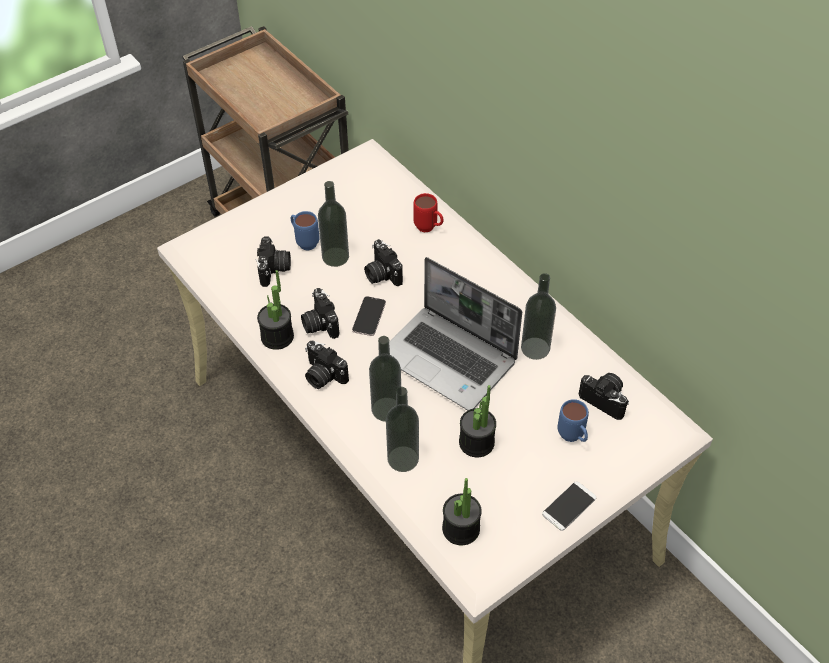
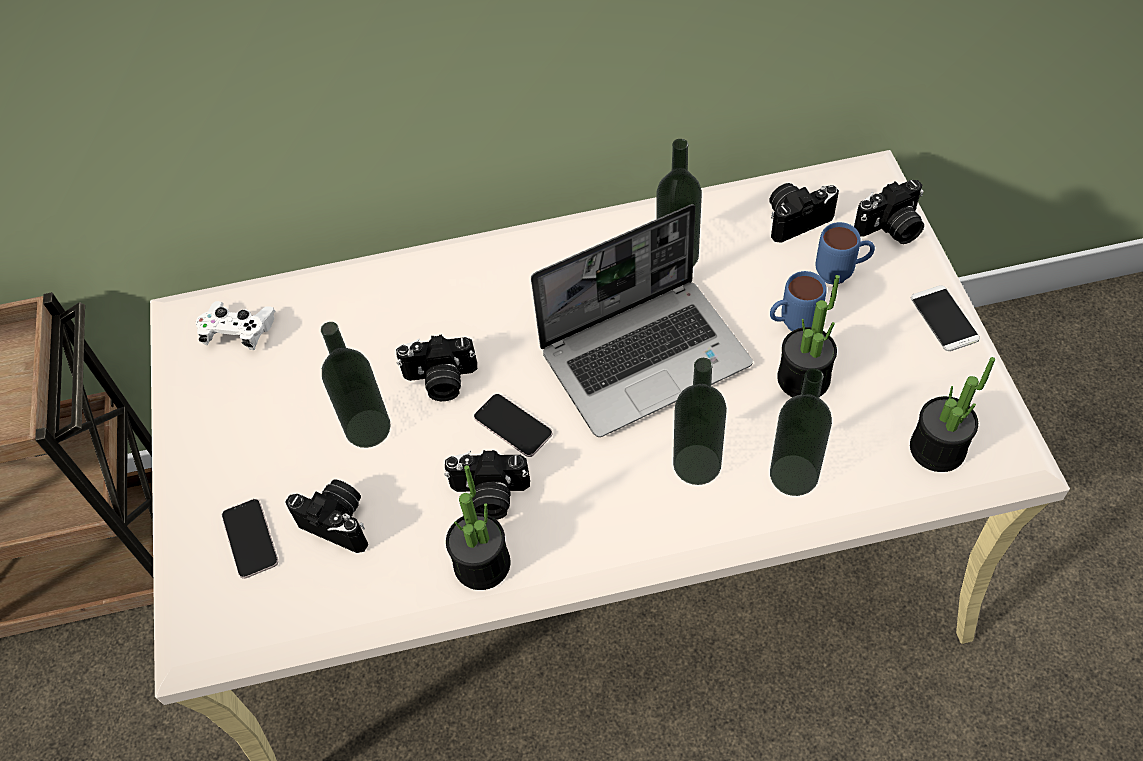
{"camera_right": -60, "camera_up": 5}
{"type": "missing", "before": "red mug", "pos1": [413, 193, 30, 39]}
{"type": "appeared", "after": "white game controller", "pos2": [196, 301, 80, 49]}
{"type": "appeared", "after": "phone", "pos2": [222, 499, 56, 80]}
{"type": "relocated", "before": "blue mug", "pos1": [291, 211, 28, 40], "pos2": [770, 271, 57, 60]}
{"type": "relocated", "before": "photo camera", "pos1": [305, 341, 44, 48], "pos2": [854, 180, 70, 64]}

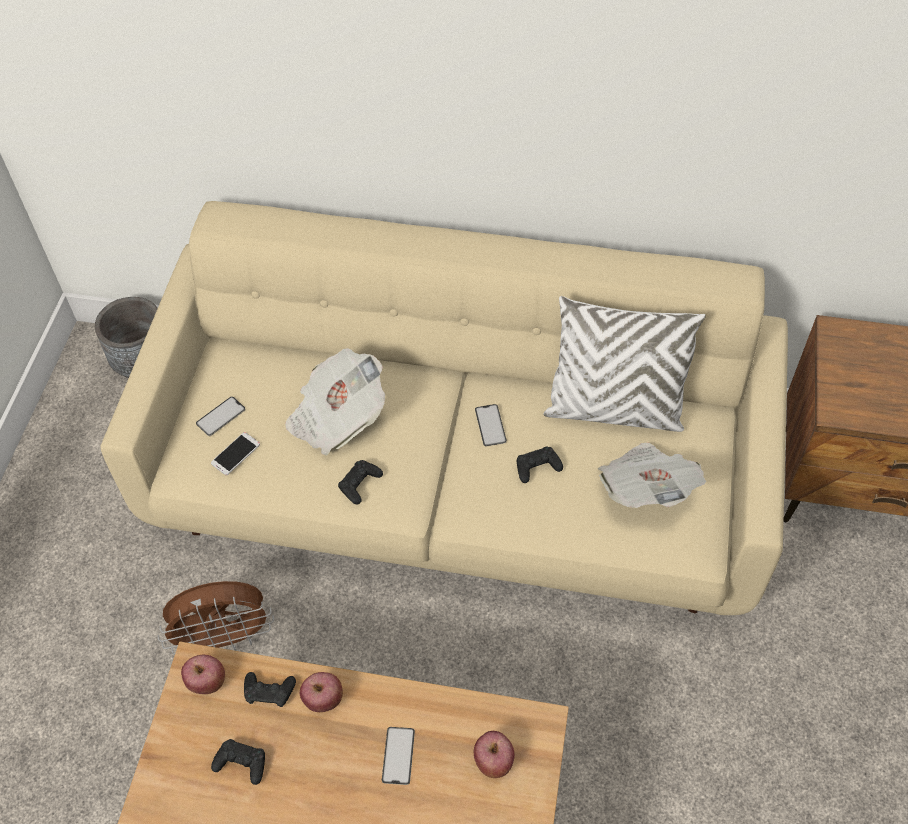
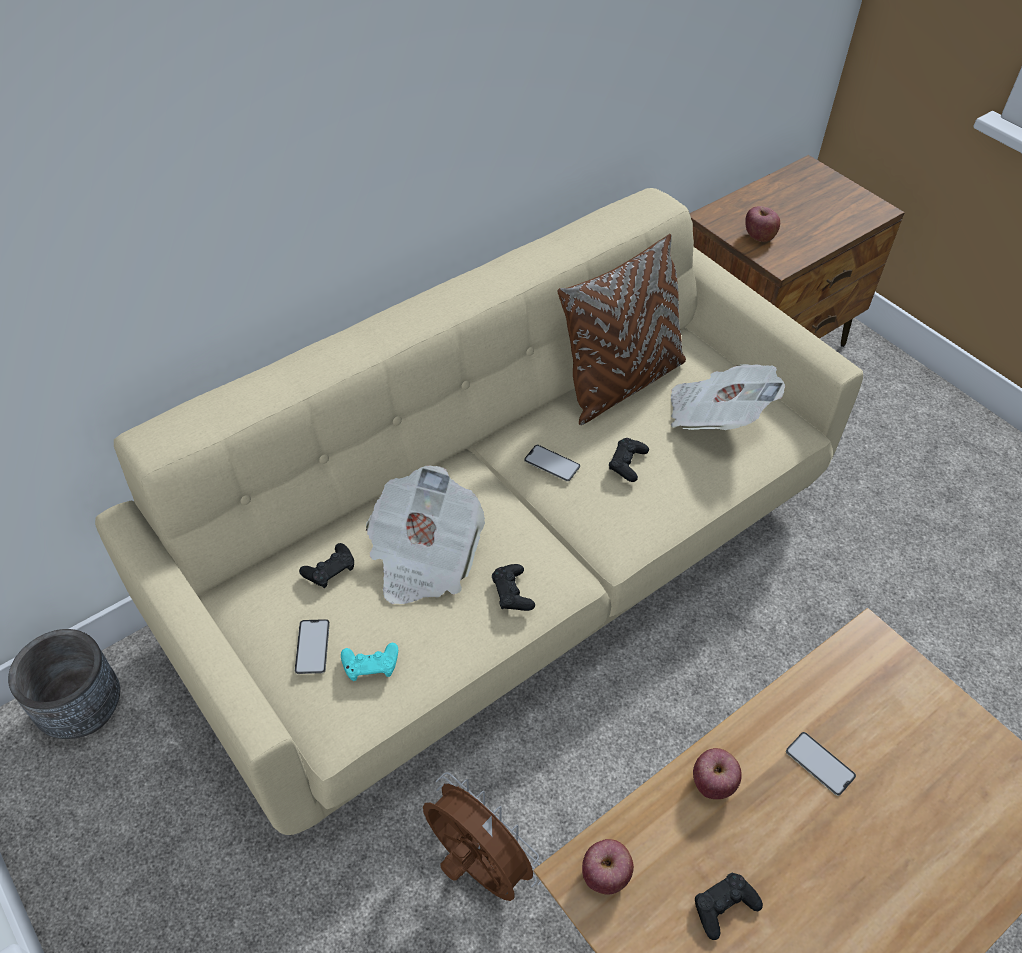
{"camera_right": -50, "camera_up": -5}
{"type": "relocated", "before": "black game controller", "pos1": [244, 672, 52, 35], "pos2": [299, 543, 55, 45]}
{"type": "relocated", "before": "apple", "pos1": [474, 731, 41, 47], "pos2": [745, 206, 35, 36]}
{"type": "exchanged", "before": "phone", "after": "turquoise game controller", "pos1": [211, 432, 49, 43], "pos2": [341, 643, 57, 38]}
{"type": "colour", "before": "white pillow", "after": "brown pillow", "pos1": [543, 296, 163, 136], "pos2": [557, 234, 129, 191]}
{"type": "spun", "before": "brown fan", "pos1": [157, 581, 117, 74], "pos2": [423, 772, 118, 129], "turn": -75}

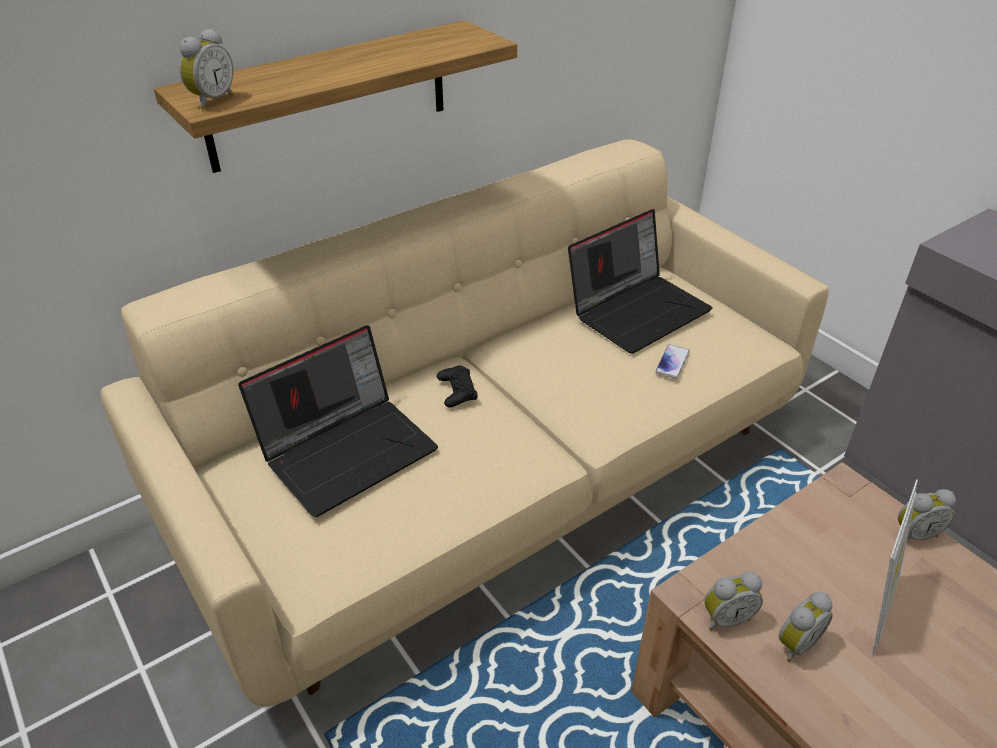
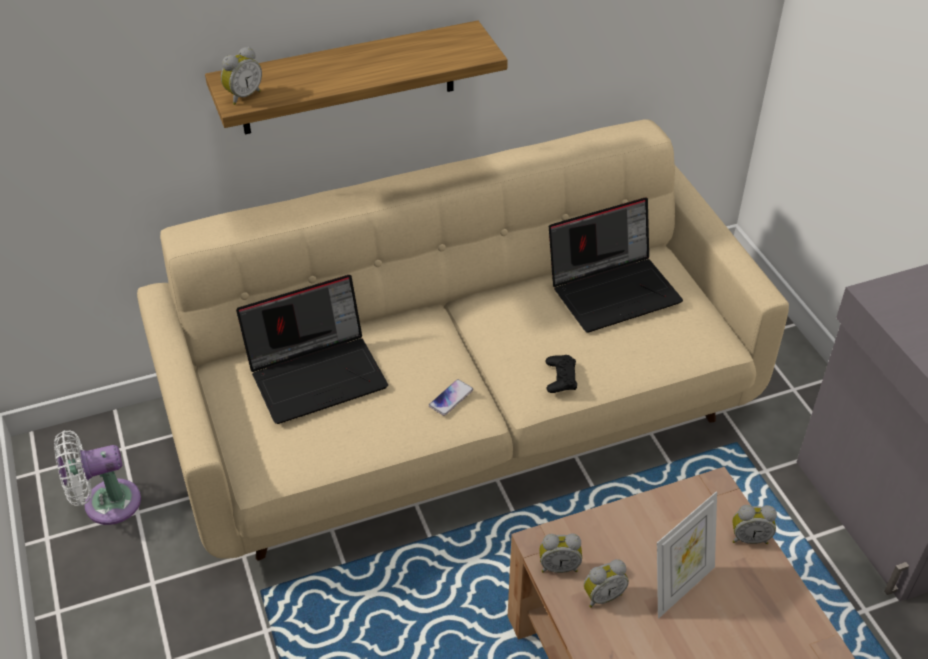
{"camera_right": 15, "camera_up": 5}
{"type": "appeared", "after": "white fan", "pos2": [54, 430, 87, 95]}
{"type": "relocated", "before": "black game controller", "pos1": [437, 365, 41, 42], "pos2": [545, 355, 32, 38]}
{"type": "relocated", "before": "phone", "pos1": [655, 344, 35, 35], "pos2": [429, 379, 44, 37]}

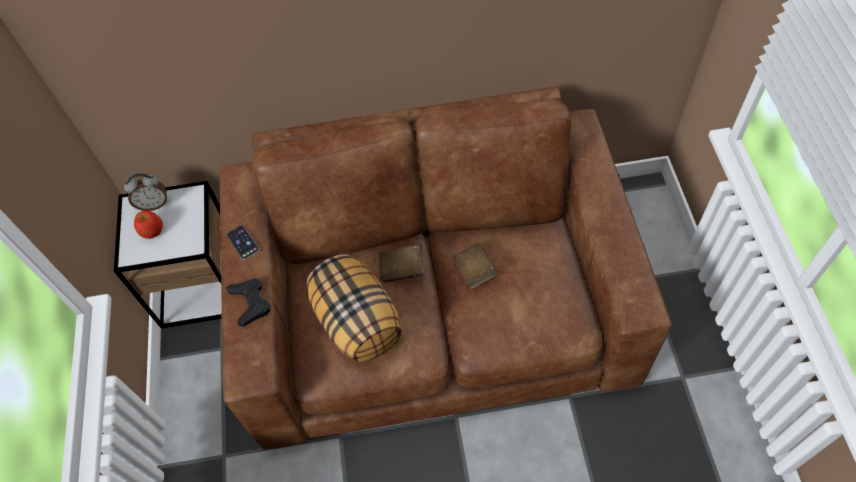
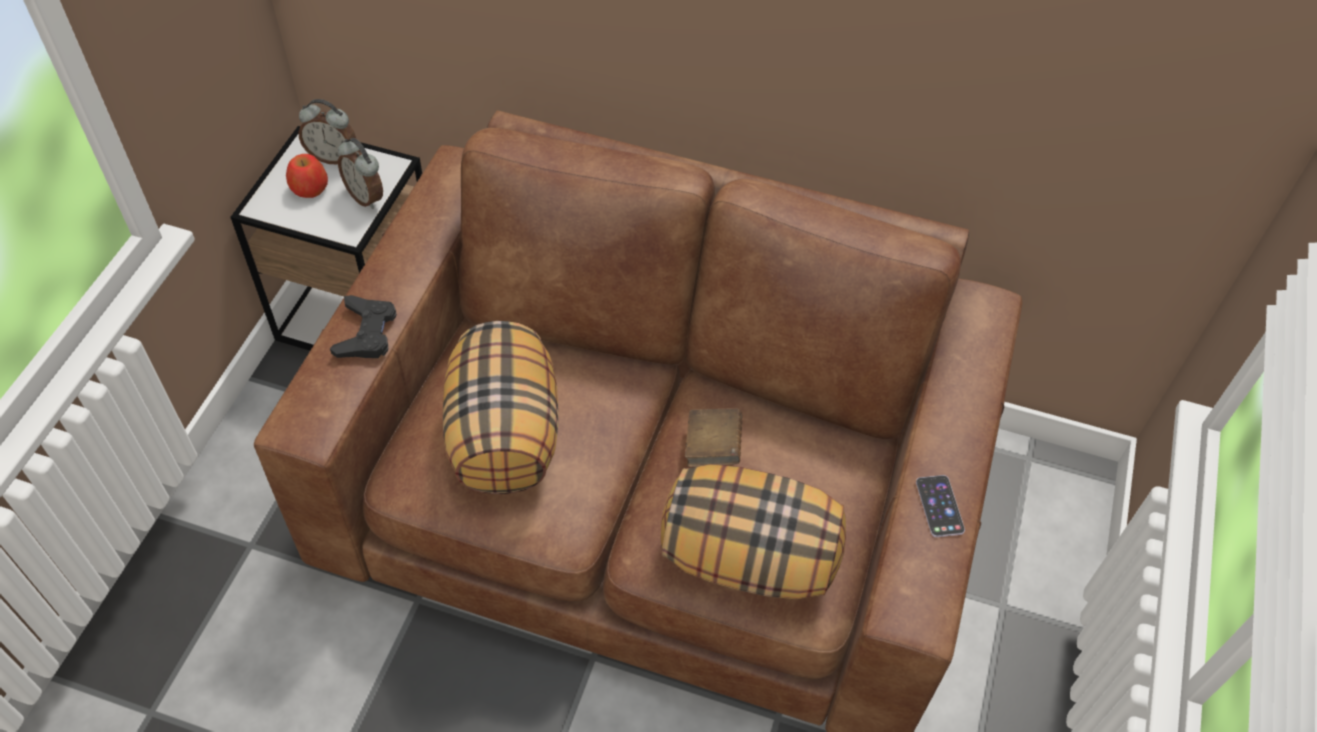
{"camera_right": 20, "camera_up": -5}
{"type": "missing", "before": "brown book", "pos1": [379, 244, 45, 39]}
{"type": "appeared", "after": "alarm clock", "pos2": [338, 138, 45, 71]}
{"type": "appeared", "after": "pillow", "pos2": [661, 464, 185, 135]}
{"type": "relocated", "before": "phone", "pos1": [227, 225, 33, 35], "pos2": [916, 475, 49, 62]}

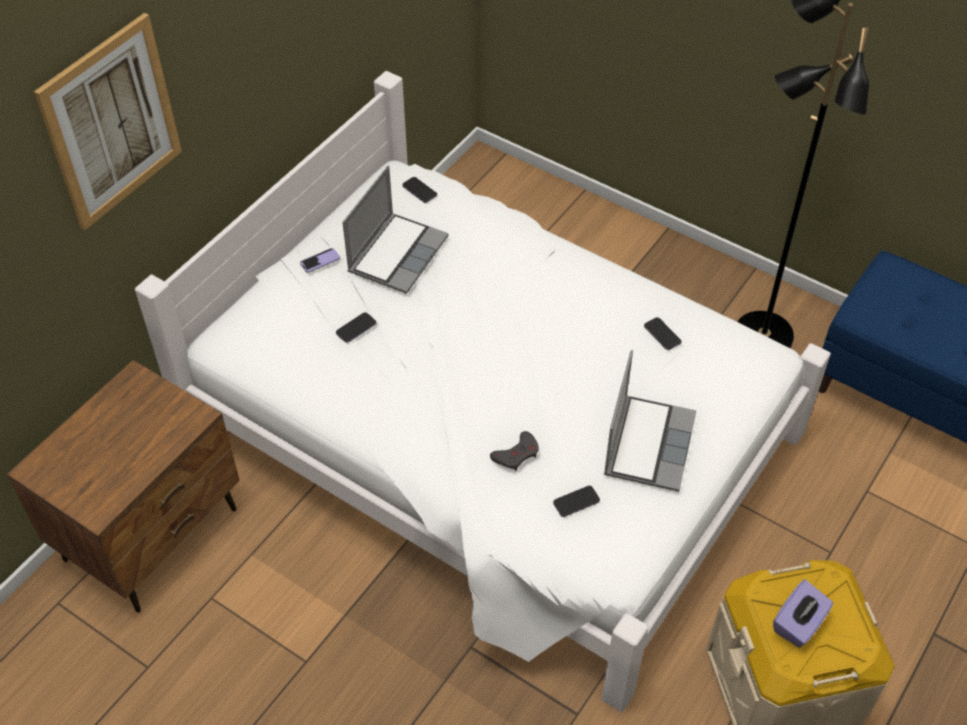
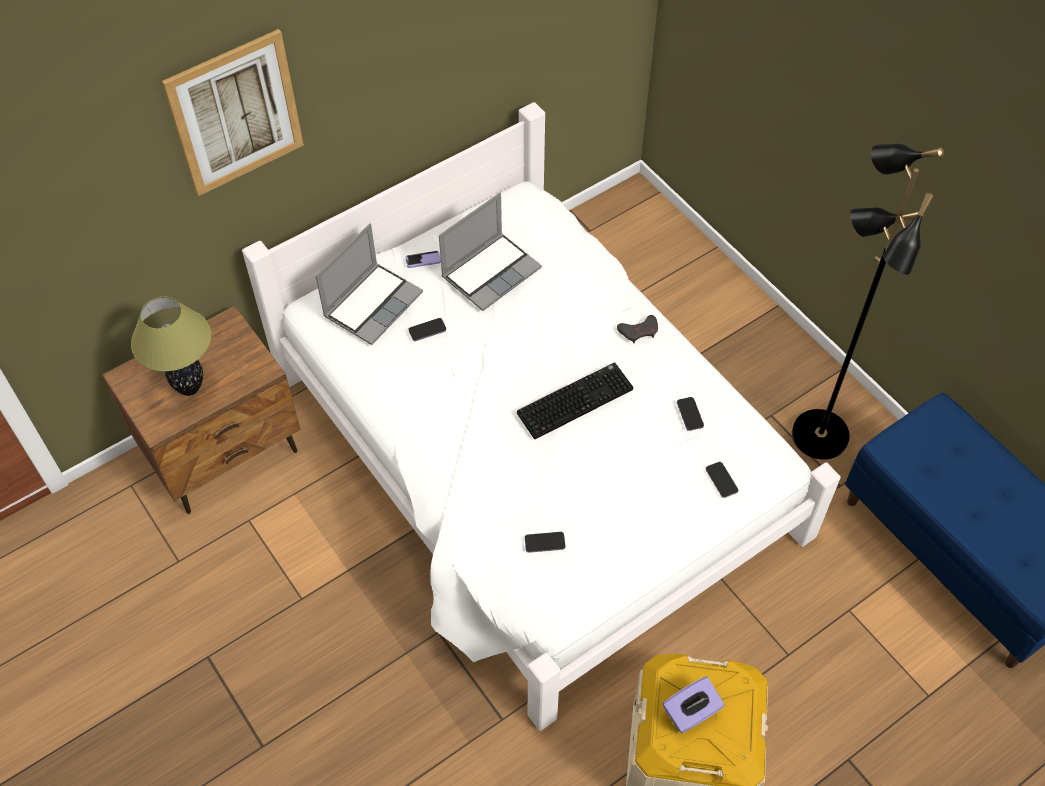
{"camera_right": 20, "camera_up": 5}
{"type": "appeared", "after": "table lamp", "pos2": [131, 297, 80, 99]}
{"type": "appeared", "after": "keyboard", "pos2": [517, 362, 116, 77]}
{"type": "relocated", "before": "phone", "pos1": [402, 177, 35, 26], "pos2": [706, 462, 32, 36]}
{"type": "relocated", "before": "grey game controller", "pos1": [490, 431, 49, 40], "pos2": [617, 315, 41, 28]}
{"type": "relocated", "before": "laptop", "pos1": [604, 350, 93, 142], "pos2": [316, 223, 107, 122]}

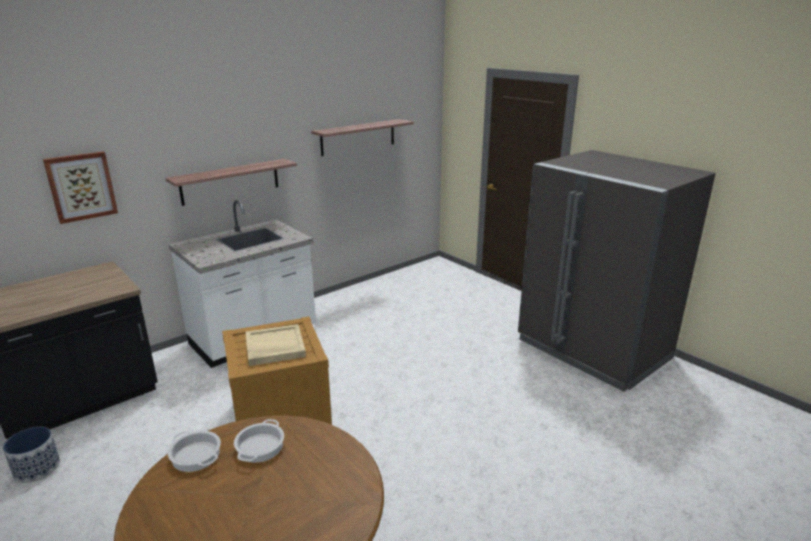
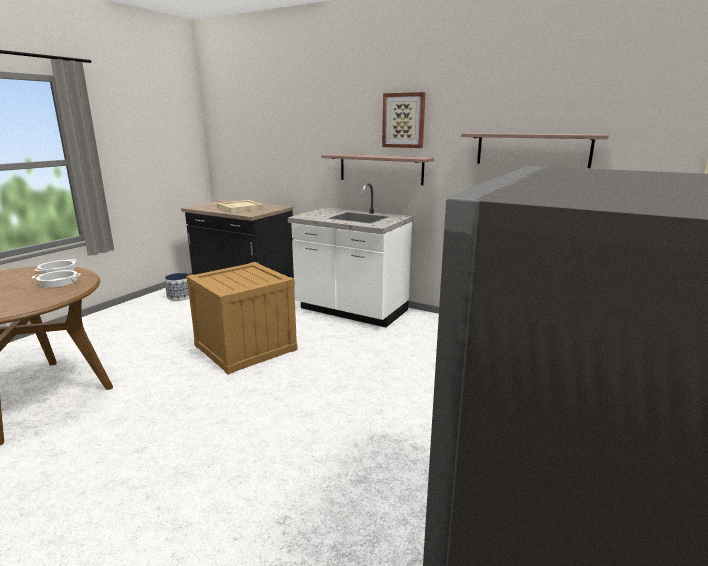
{"camera_right": 70, "camera_up": -5}
{"type": "relocated", "before": "picture", "pos1": [43, 151, 75, 73], "pos2": [382, 92, 44, 56]}
{"type": "relocated", "before": "beige tray", "pos1": [245, 324, 61, 42], "pos2": [217, 200, 47, 13]}

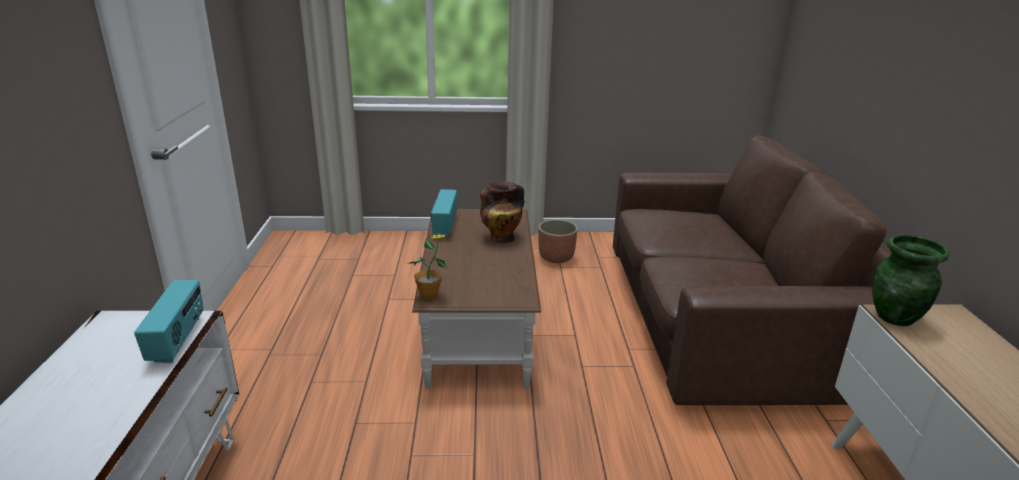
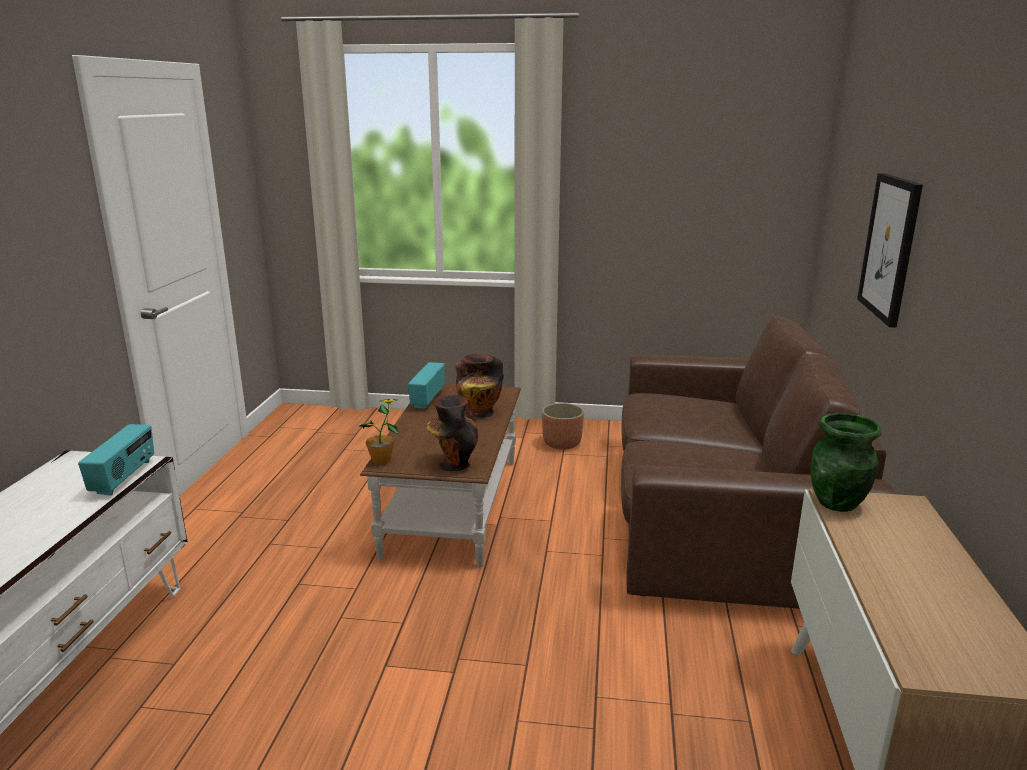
{"camera_right": 10, "camera_up": -5}
{"type": "appeared", "after": "vase", "pos2": [427, 395, 51, 76]}
{"type": "appeared", "after": "picture", "pos2": [857, 173, 66, 155]}

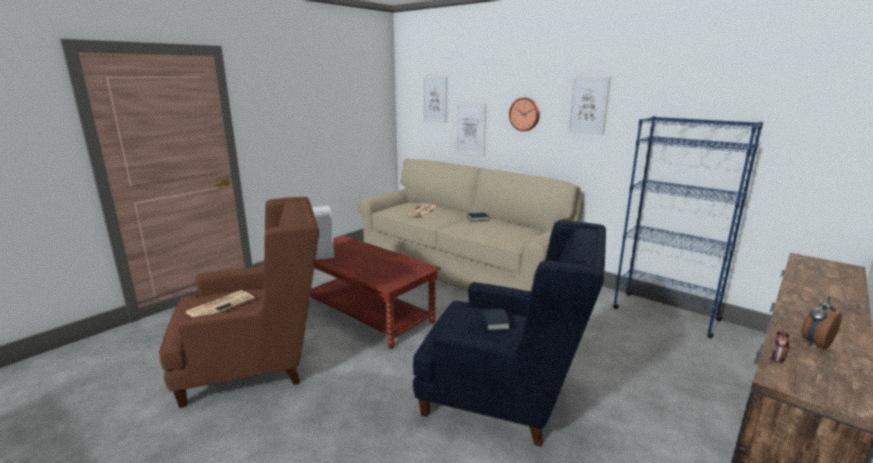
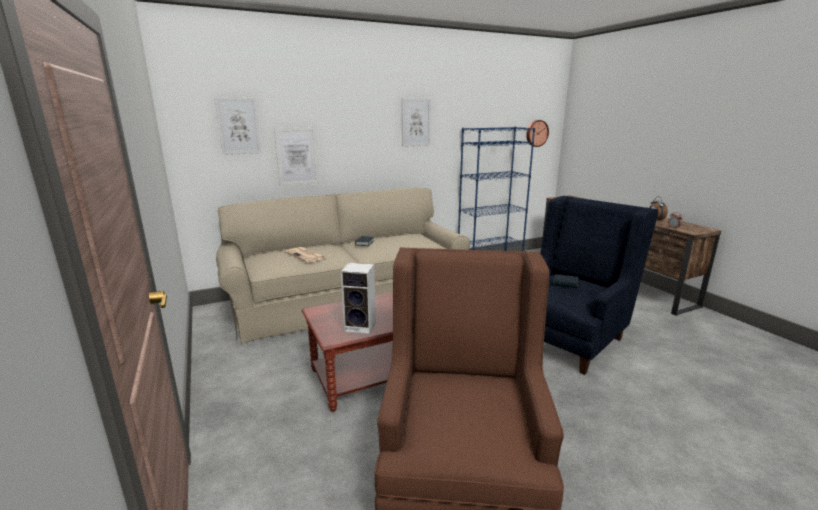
{"camera_right": -65, "camera_up": 0}
{"type": "missing", "before": "newspaper", "pos1": [185, 290, 70, 27]}
{"type": "relocated", "before": "wall clock", "pos1": [509, 98, 31, 33], "pos2": [526, 120, 23, 27]}

